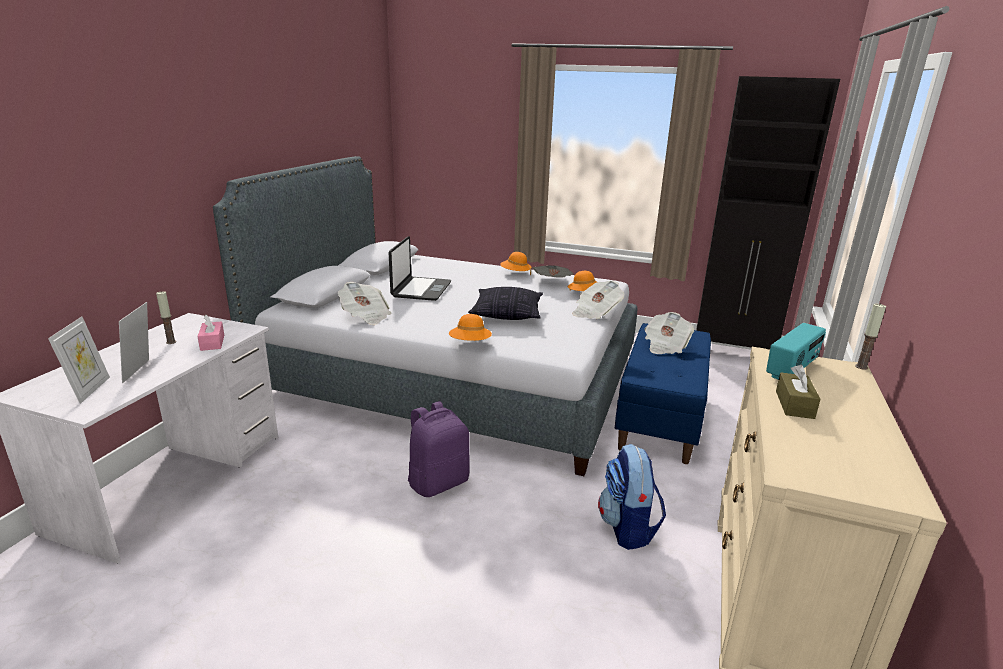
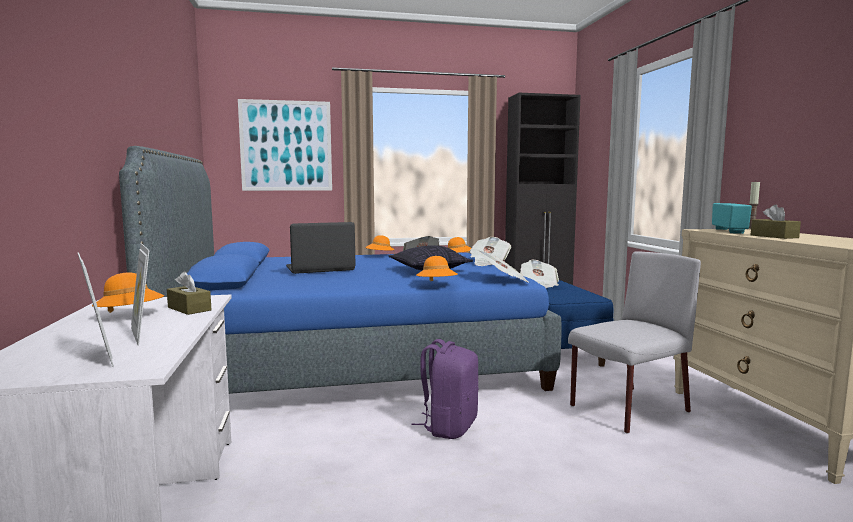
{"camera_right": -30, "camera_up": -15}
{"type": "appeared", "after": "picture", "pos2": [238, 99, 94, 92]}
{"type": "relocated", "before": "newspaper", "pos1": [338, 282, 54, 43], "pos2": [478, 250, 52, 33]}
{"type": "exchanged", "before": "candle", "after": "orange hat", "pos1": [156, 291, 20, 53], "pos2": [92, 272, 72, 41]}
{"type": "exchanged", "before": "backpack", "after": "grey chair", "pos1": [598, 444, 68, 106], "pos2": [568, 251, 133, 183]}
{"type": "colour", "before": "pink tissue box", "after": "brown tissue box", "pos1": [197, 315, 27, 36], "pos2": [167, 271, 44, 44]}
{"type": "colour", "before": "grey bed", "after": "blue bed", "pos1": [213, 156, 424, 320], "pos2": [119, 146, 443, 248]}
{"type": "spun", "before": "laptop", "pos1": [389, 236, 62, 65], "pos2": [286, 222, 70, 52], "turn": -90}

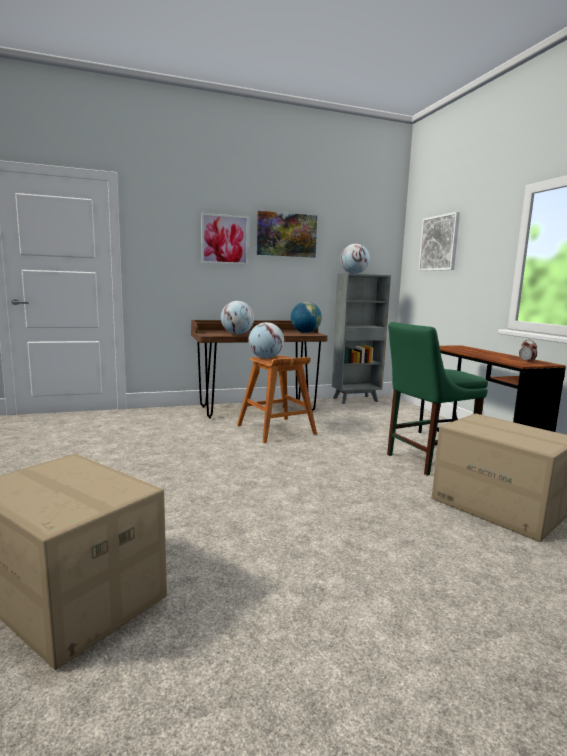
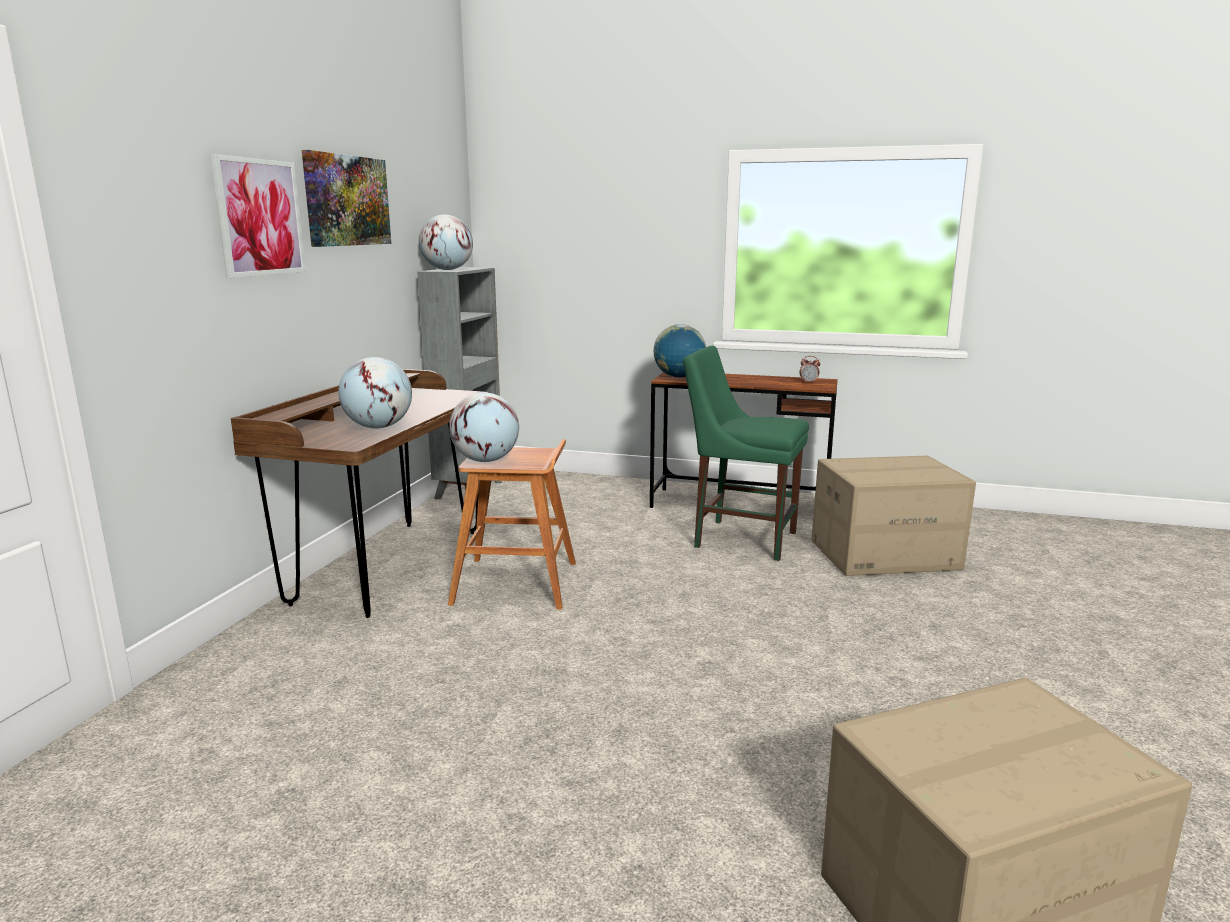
{"camera_right": -55, "camera_up": 5}
{"type": "missing", "before": "picture", "pos1": [418, 212, 42, 59]}
{"type": "relocated", "before": "globe", "pos1": [291, 302, 31, 31], "pos2": [653, 324, 53, 54]}
{"type": "spun", "before": "green chair", "pos1": [387, 322, 101, 153], "pos2": [683, 346, 126, 215], "turn": 105}

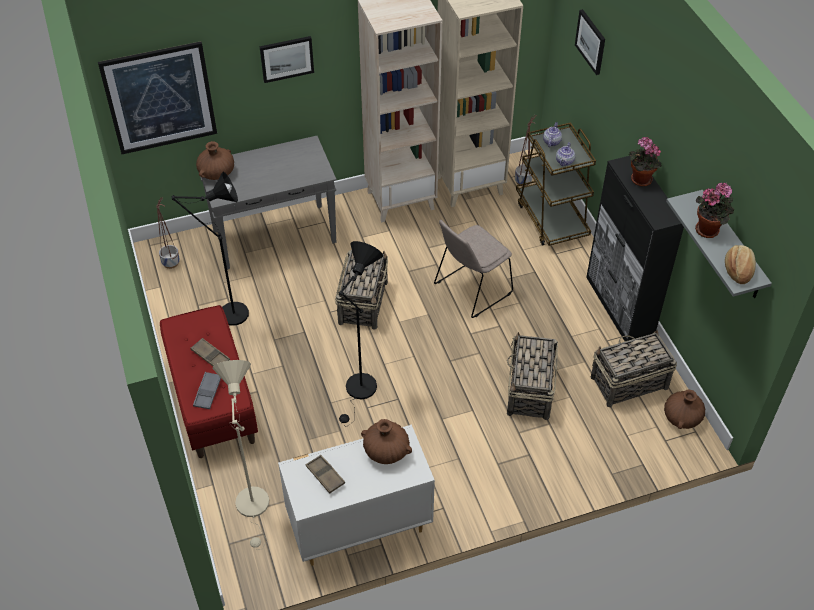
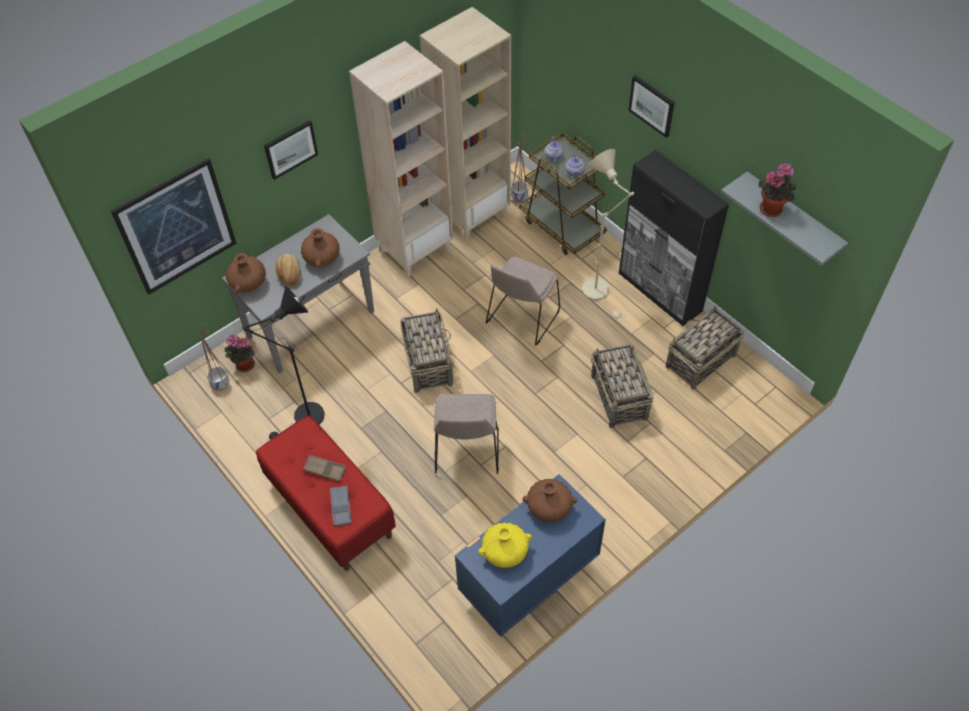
{"camera_right": -20, "camera_up": 5}
{"type": "relocated", "before": "beige floor lamp", "pos1": [212, 360, 57, 190], "pos2": [582, 149, 52, 170]}
{"type": "relocated", "before": "picture", "pos1": [575, 9, 30, 66], "pos2": [628, 75, 47, 63]}
{"type": "relocated", "before": "potted plant", "pos1": [629, 137, 32, 49], "pos2": [225, 335, 30, 37]}
{"type": "relocated", "before": "brown vase", "pos1": [664, 390, 41, 39], "pos2": [301, 228, 39, 40]}
{"type": "relocated", "before": "bread", "pos1": [725, 245, 31, 39], "pos2": [275, 254, 25, 32]}
{"type": "exchanged", "before": "brown tray", "after": "yellow vase", "pos1": [306, 455, 39, 39], "pos2": [478, 523, 54, 45]}
{"type": "exchanged", "before": "black floor lamp", "after": "beige chair", "pos1": [337, 241, 46, 186], "pos2": [434, 394, 65, 80]}
{"type": "colour", "before": "white dresser", "after": "blue dresser", "pos1": [278, 425, 157, 141], "pos2": [455, 474, 151, 163]}

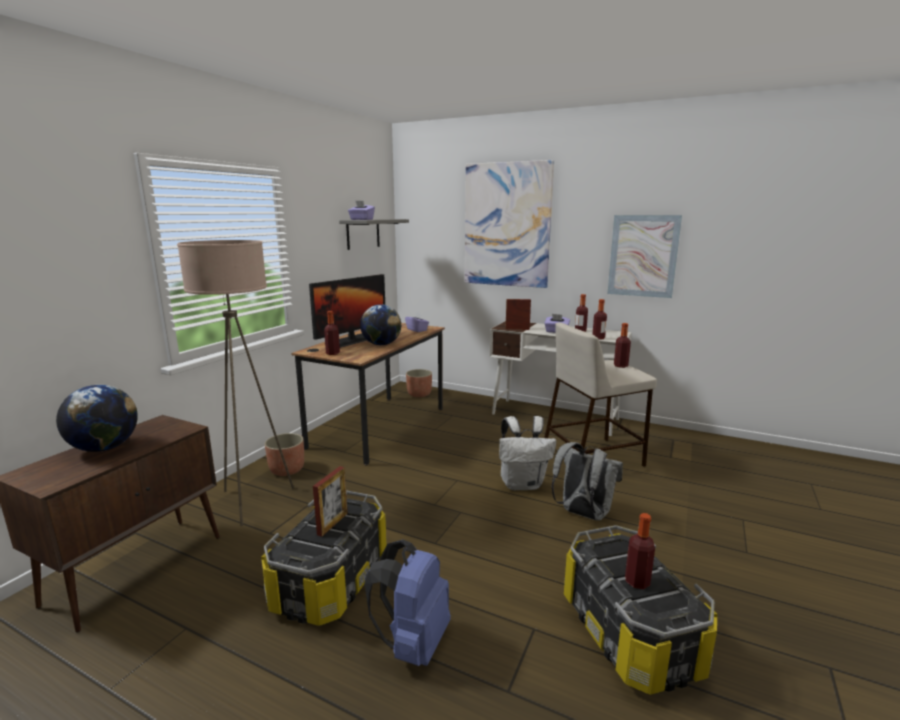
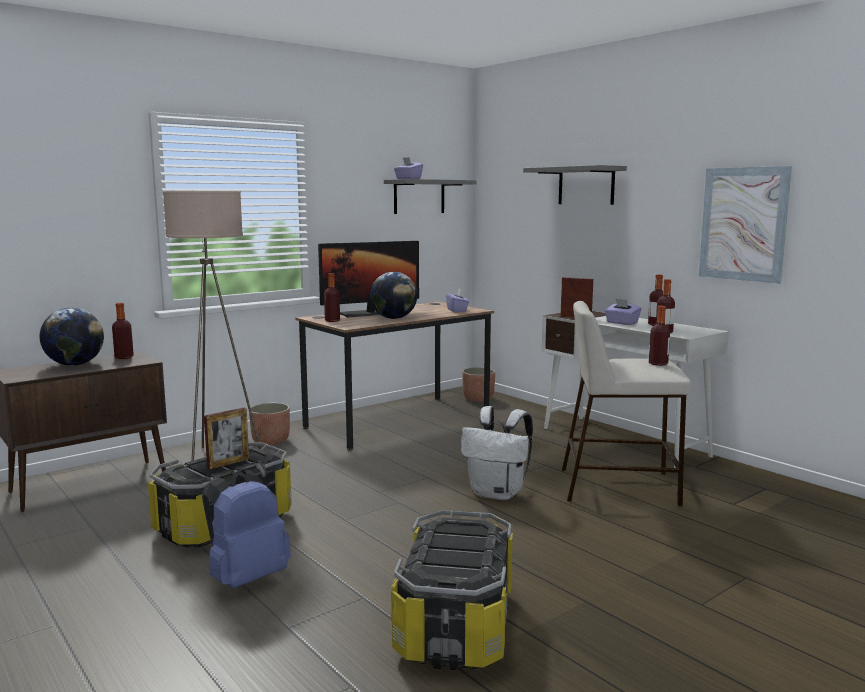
{"camera_right": 25, "camera_up": -5}
{"type": "missing", "before": "grey backpack", "pos1": [552, 442, 71, 79]}
{"type": "relocated", "before": "bottle", "pos1": [625, 513, 30, 76], "pos2": [112, 303, 22, 56]}
{"type": "exchanged", "before": "picture", "after": "grey shelf", "pos1": [465, 160, 89, 128], "pos2": [523, 165, 104, 40]}

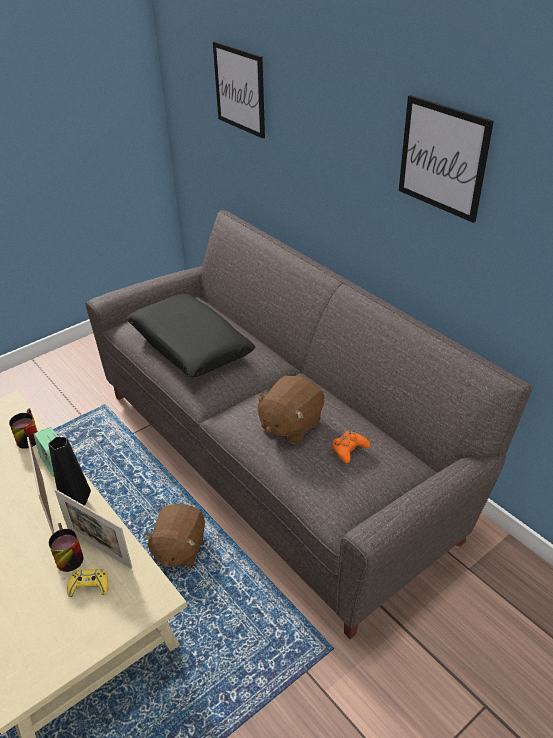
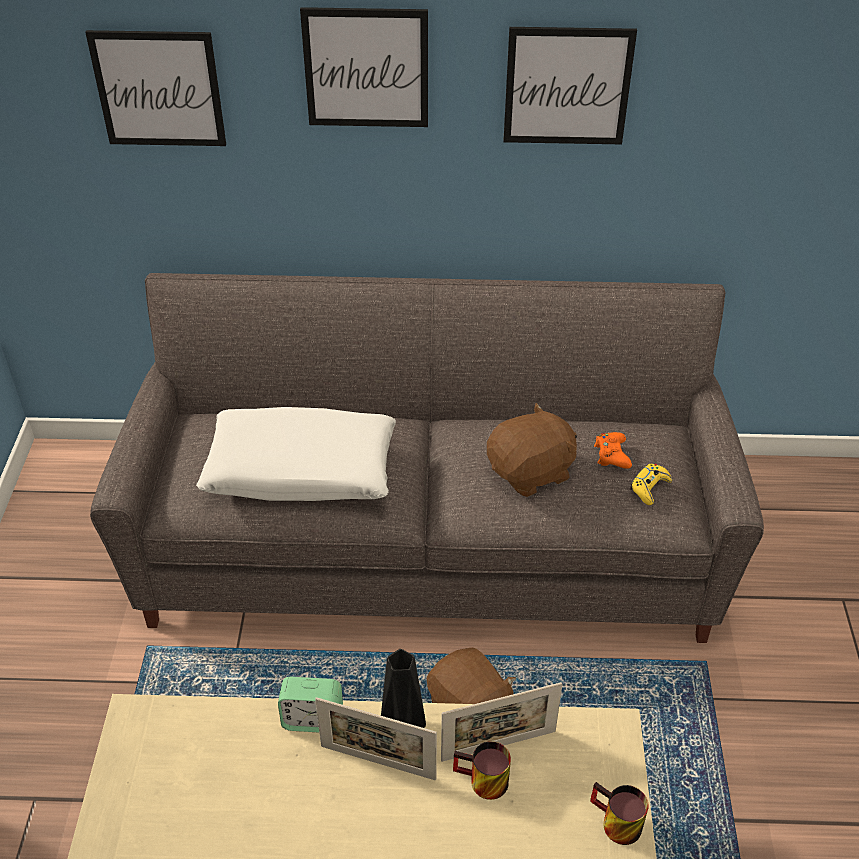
{"camera_right": -50, "camera_up": 5}
{"type": "appeared", "after": "picture", "pos2": [300, 7, 128, 120]}
{"type": "relocated", "before": "mug", "pos1": [9, 408, 29, 41], "pos2": [590, 782, 58, 63]}
{"type": "relocated", "before": "yellow game controller", "pos1": [67, 569, 41, 28], "pos2": [630, 464, 42, 41]}
{"type": "colour", "before": "black pillow", "after": "white pillow", "pos1": [126, 294, 130, 83], "pos2": [196, 407, 200, 94]}
{"type": "spun", "before": "brown plush toy", "pos1": [255, 376, 69, 68], "pos2": [487, 403, 90, 94], "turn": -105}

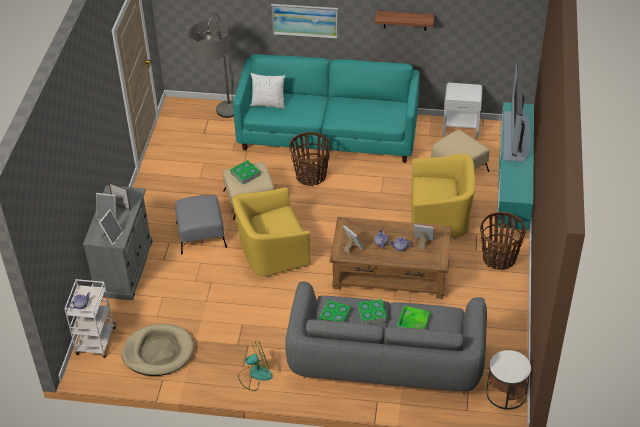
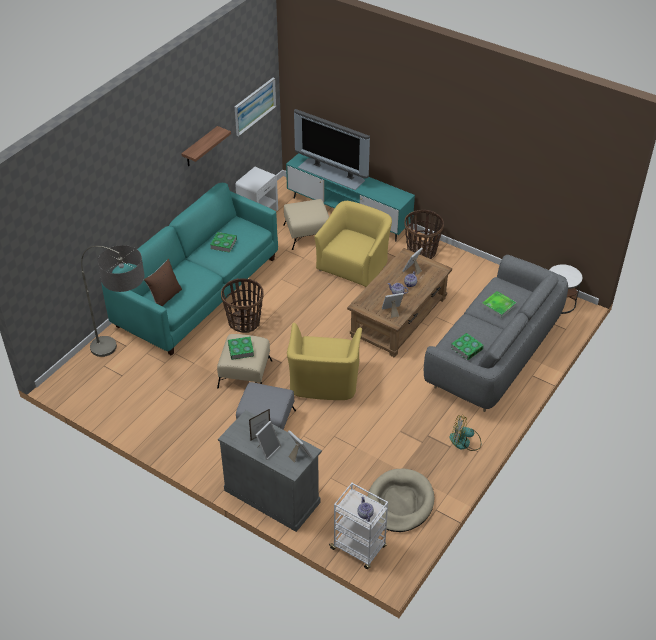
{"camera_right": -65, "camera_up": 0}
{"type": "relocated", "before": "picture", "pos1": [271, 4, 67, 35], "pos2": [235, 77, 42, 59]}
{"type": "relocated", "before": "book", "pos1": [358, 299, 29, 25], "pos2": [210, 232, 27, 21]}
{"type": "colour", "before": "white pillow", "after": "brown pillow", "pos1": [250, 73, 35, 36], "pos2": [144, 259, 38, 47]}
{"type": "spun", "before": "fan", "pos1": [238, 341, 35, 50], "pos2": [450, 415, 31, 36], "turn": -90}

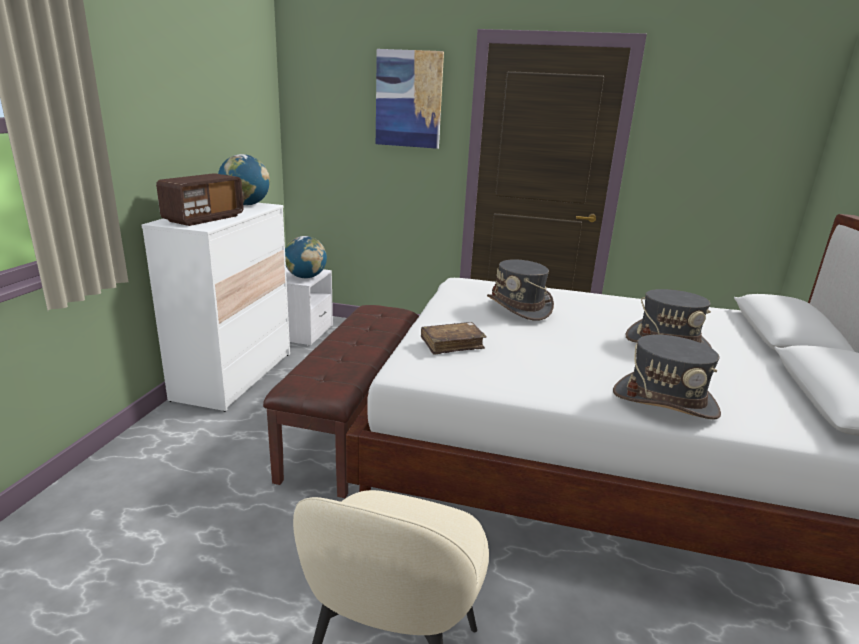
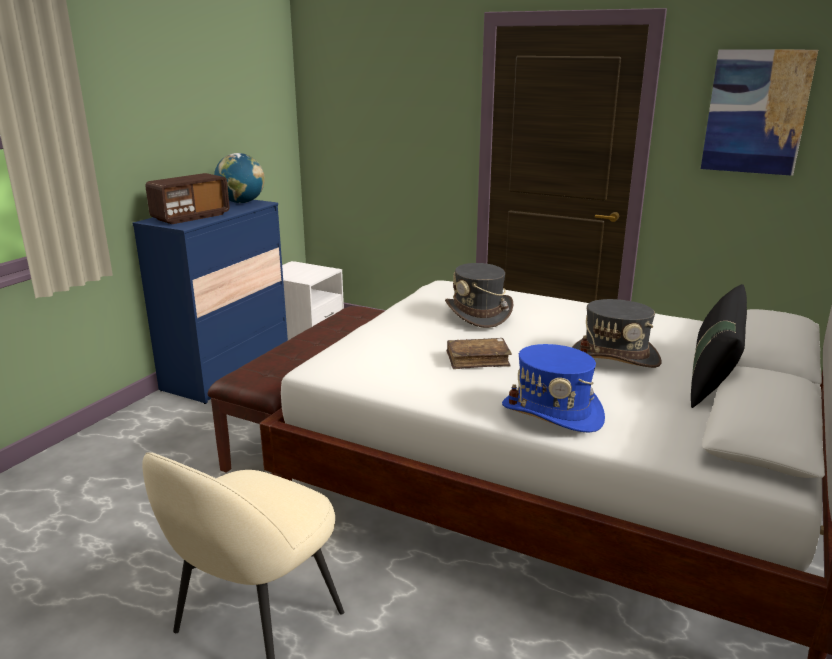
{"camera_right": 15, "camera_up": 0}
{"type": "missing", "before": "globe", "pos1": [285, 236, 42, 42]}
{"type": "appeared", "after": "black pillow", "pos2": [691, 284, 56, 124]}
{"type": "relocated", "before": "picture", "pos1": [376, 49, 68, 100], "pos2": [701, 49, 117, 127]}
{"type": "relocated", "before": "brown book", "pos1": [421, 322, 65, 33], "pos2": [447, 338, 65, 31]}
{"type": "colour", "before": "white dresser", "after": "blue dresser", "pos1": [142, 203, 148, 209], "pos2": [133, 200, 155, 204]}
{"type": "colour", "before": "grey hat", "after": "blue hat", "pos1": [613, 335, 108, 84], "pos2": [502, 344, 103, 89]}

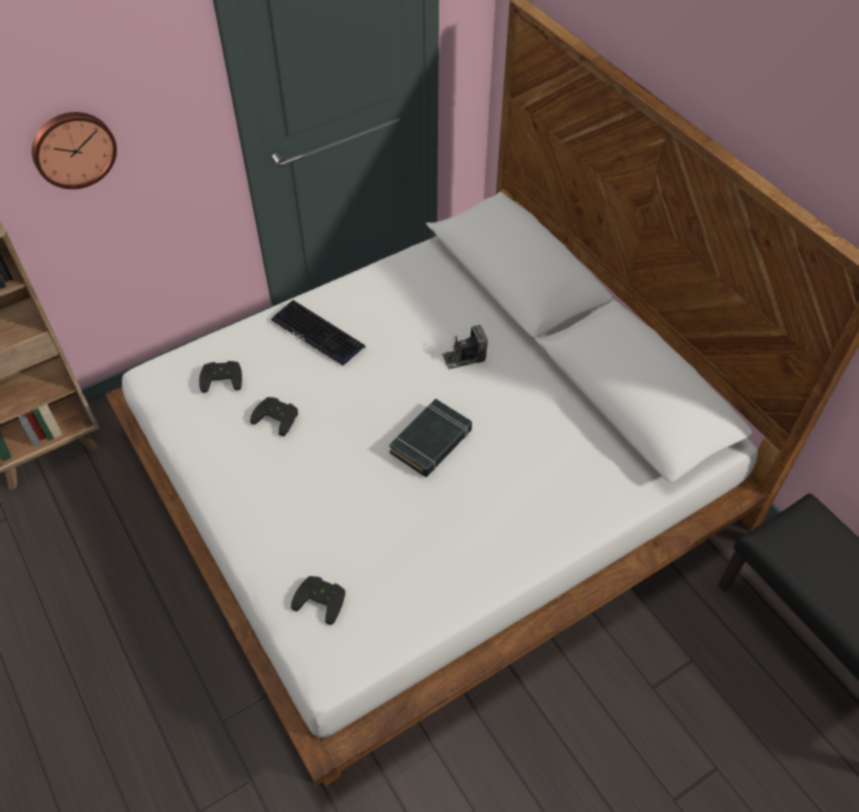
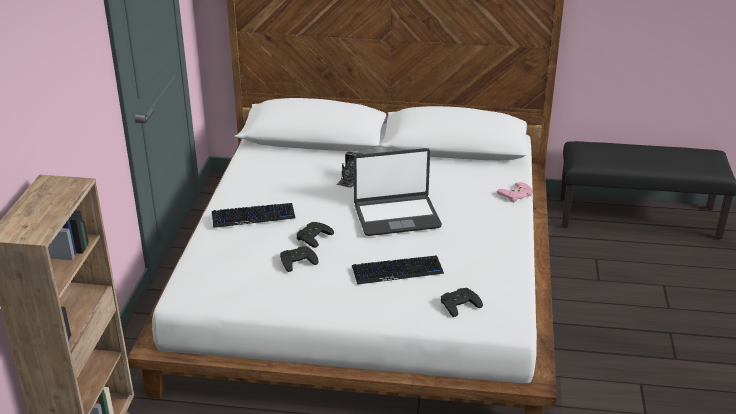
{"camera_right": -50, "camera_up": -20}
{"type": "missing", "before": "wall clock", "pos1": [32, 112, 85, 77]}
{"type": "appeared", "after": "keyboard", "pos2": [352, 255, 92, 30]}
{"type": "appeared", "after": "pink game controller", "pos2": [497, 182, 36, 21]}
{"type": "relocated", "before": "black game controller", "pos1": [199, 361, 43, 32], "pos2": [296, 222, 38, 26]}
{"type": "exchanged", "before": "black book", "after": "laptop", "pos1": [389, 399, 83, 78], "pos2": [354, 148, 88, 88]}

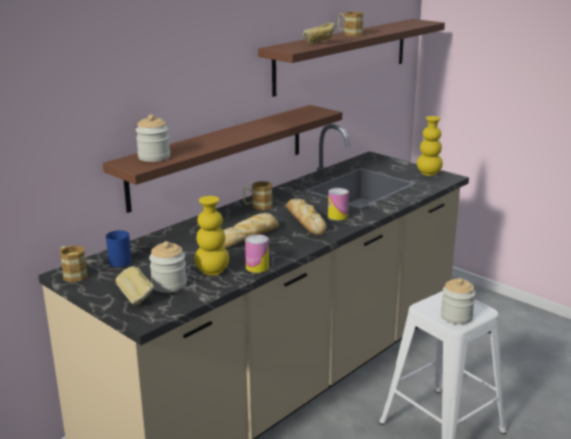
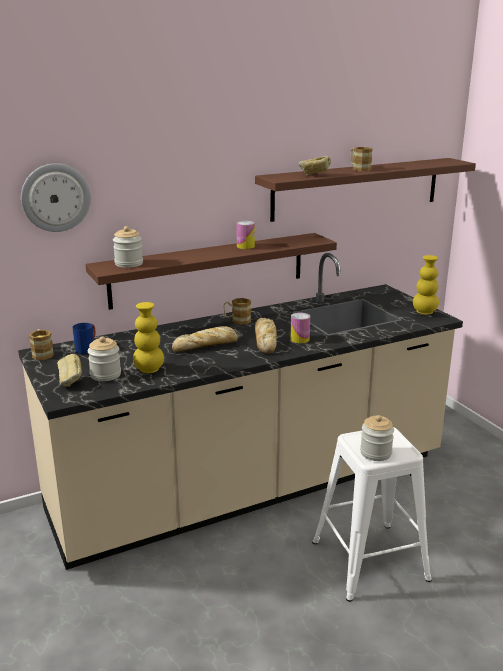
{"camera_right": 20, "camera_up": 0}
{"type": "appeared", "after": "wall clock", "pos2": [21, 163, 70, 69]}
{"type": "relocated", "before": "can", "pos1": [245, 234, 24, 39], "pos2": [237, 221, 18, 28]}

